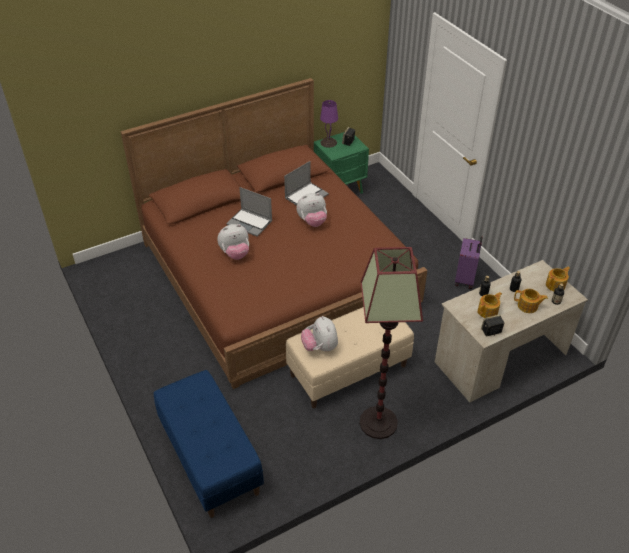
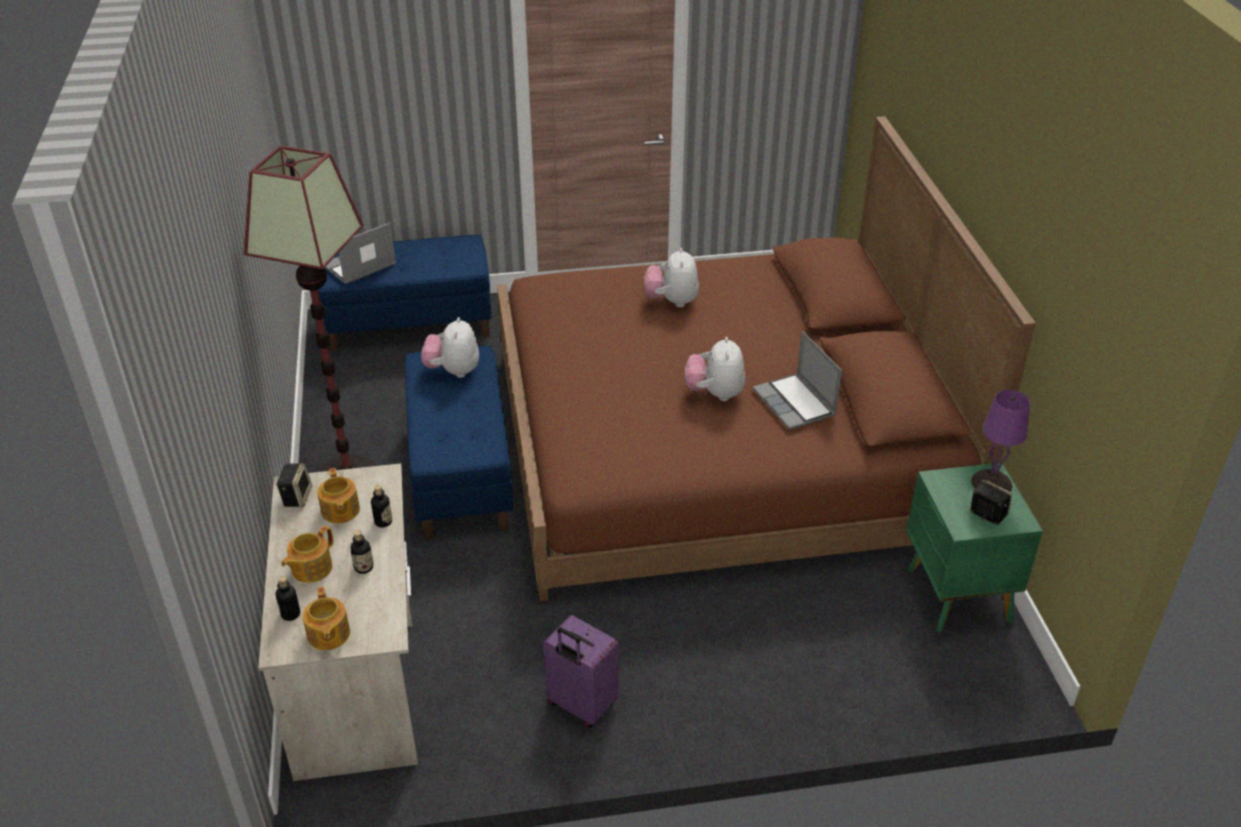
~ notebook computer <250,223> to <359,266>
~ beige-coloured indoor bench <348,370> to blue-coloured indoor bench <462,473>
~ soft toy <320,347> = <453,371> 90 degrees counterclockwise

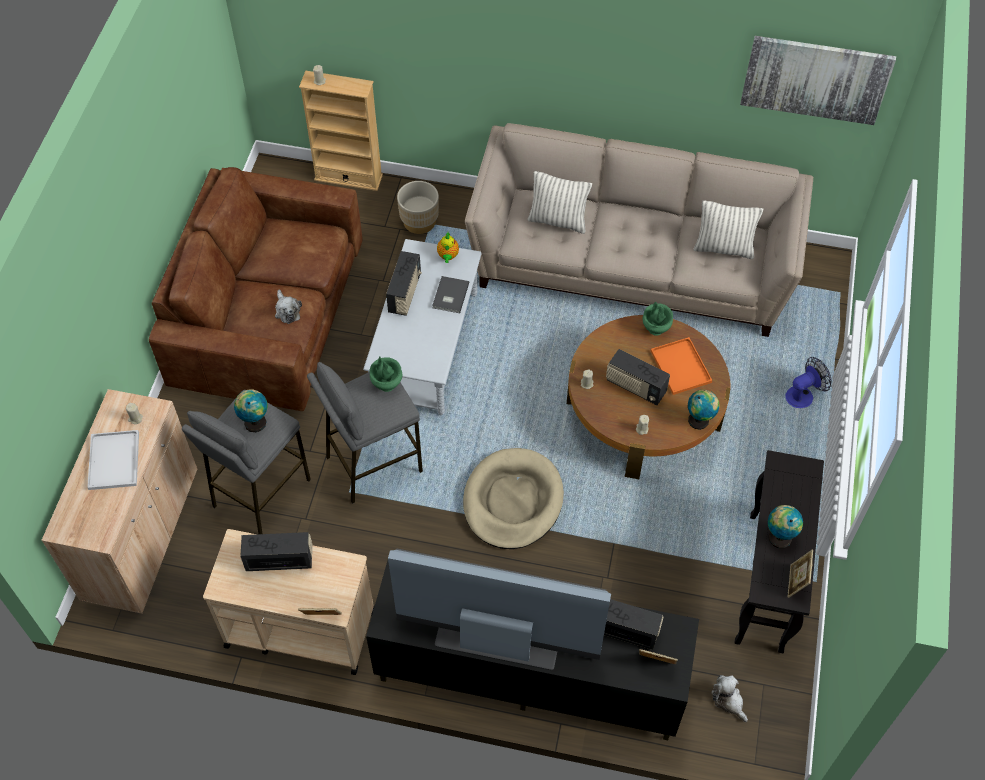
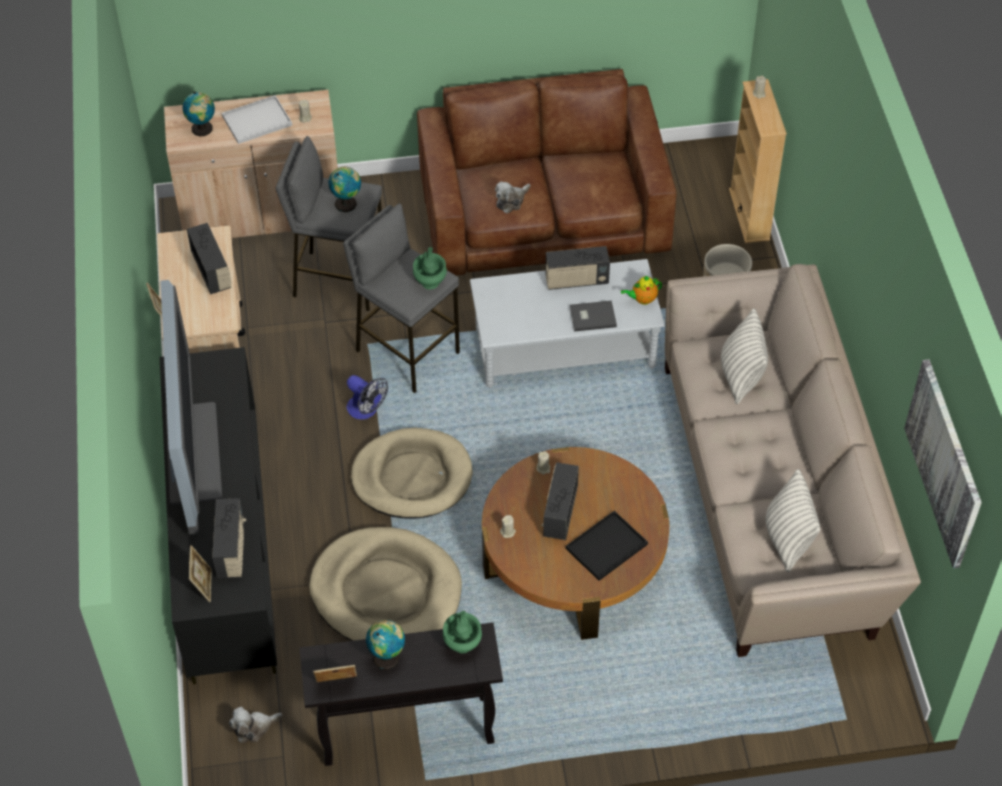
~ globe <700,420> to <202,129>
~ soft toy <728,700> = <254,728> 150 degrees counterclockwise
+ beige-coloured pet bed <386,592>
~ cooling fan <803,395> to <366,410>
~ green-coloured vase <655,329> to <462,644>
~ orange-coloured tray <682,367> to black-coloured tray <606,548>

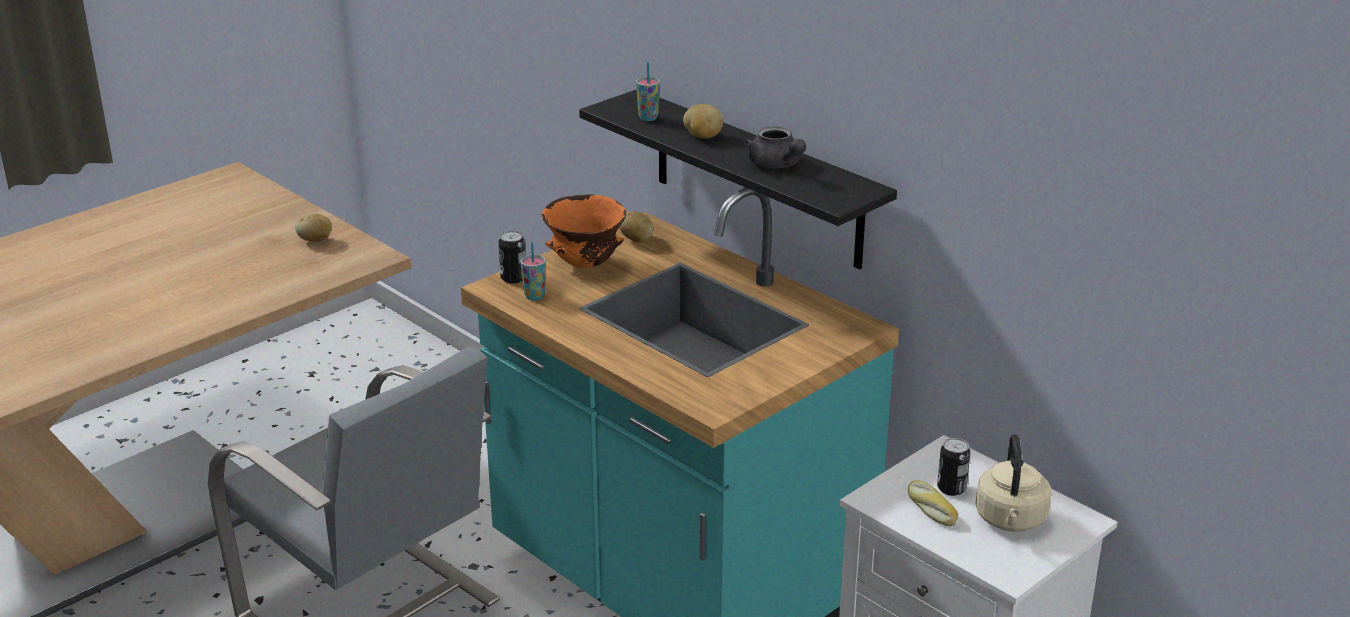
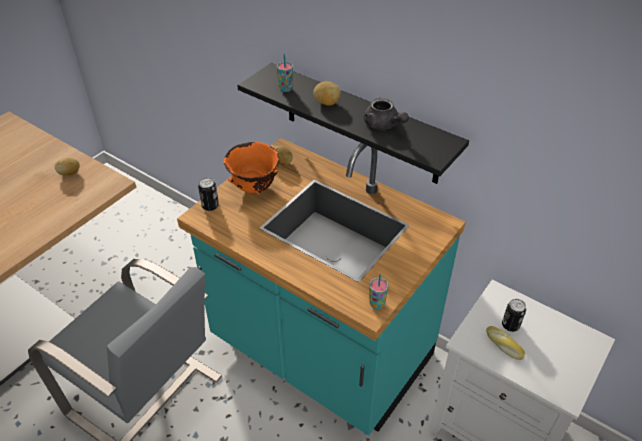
~ small cup <534,296> to <377,304>
- beige-coloured tea kettle <1010,520>

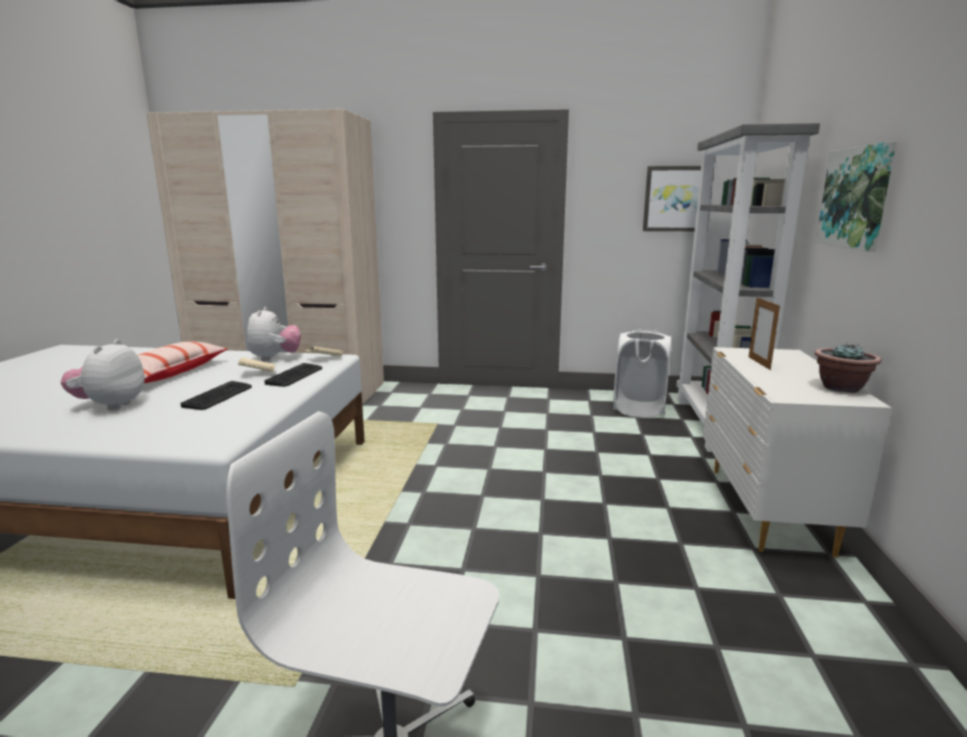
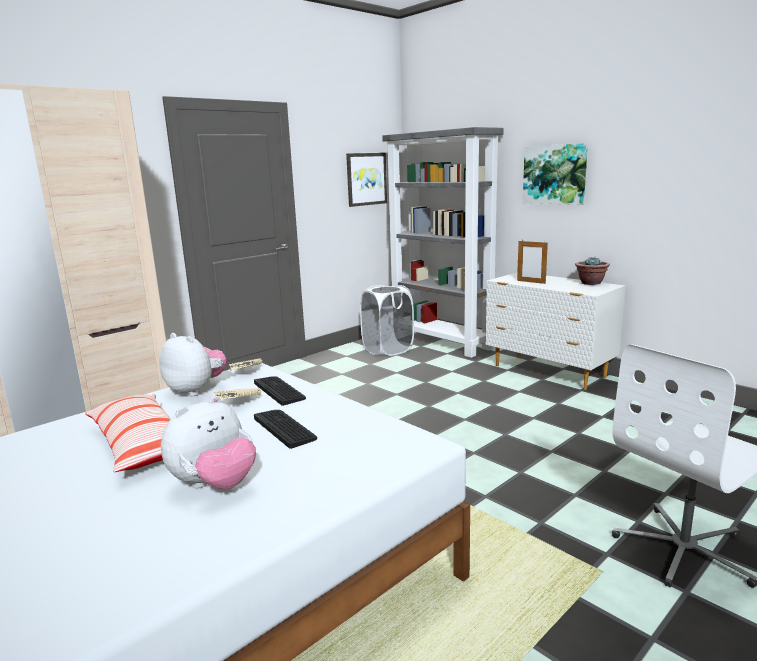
~ soft toy <110,406> = <214,485> 90 degrees counterclockwise

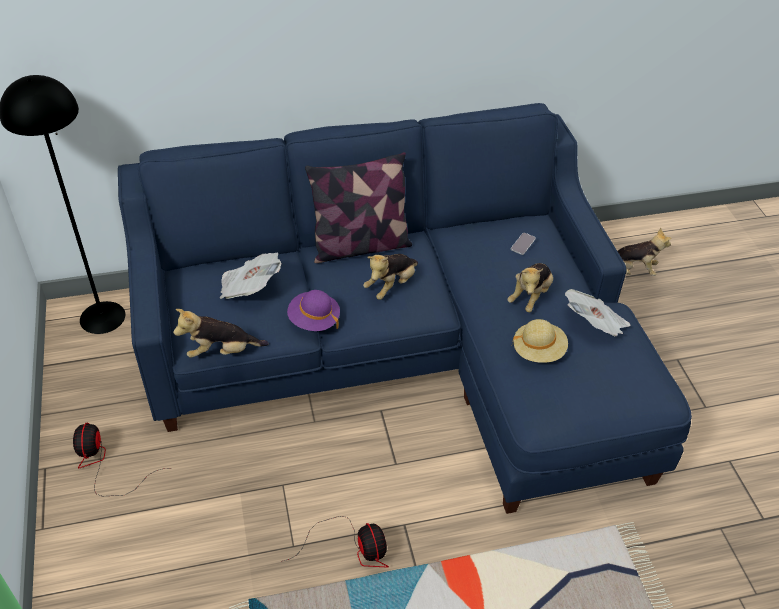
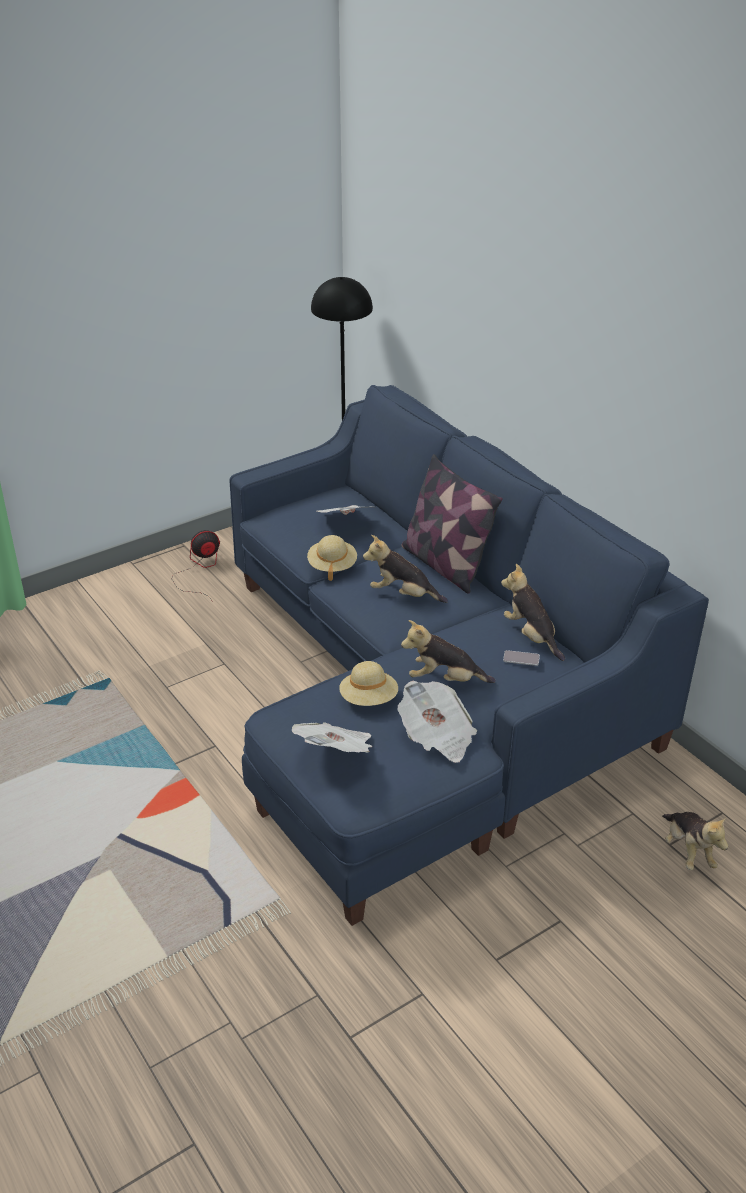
+ daily paper <336,753>
~ purple clothing hat <314,320> to beige-coloured clothing hat <332,566>
~ soft toy <221,351> to <531,636>
- cooling fan <353,548>

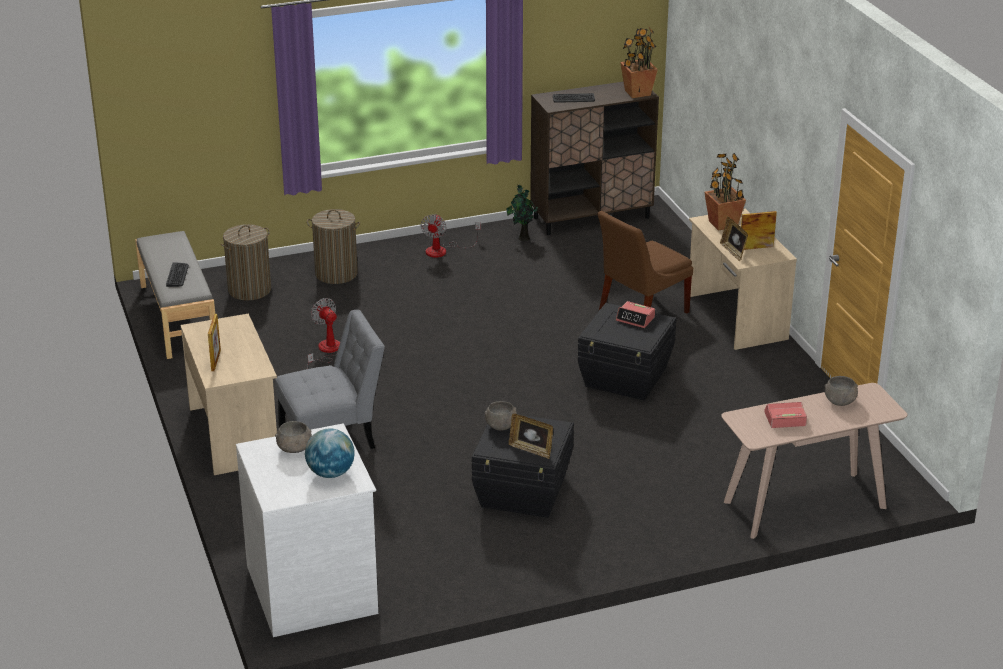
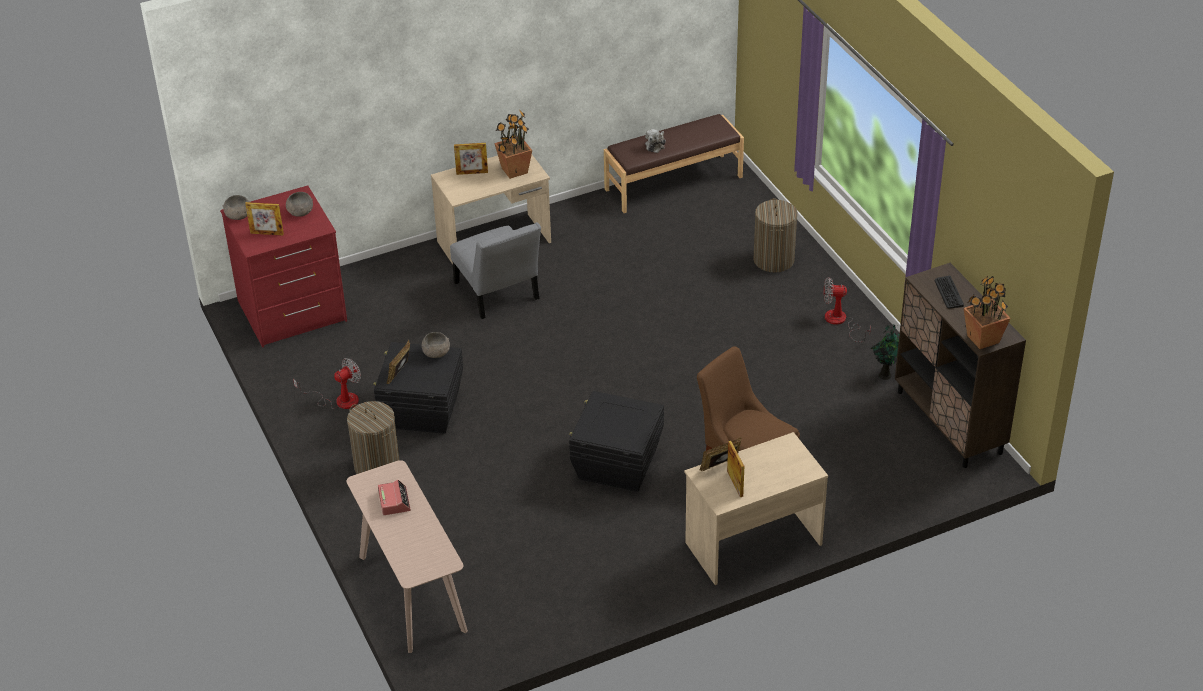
~ white-coloured drawer chest <314,589> to red drawer chest <292,312>
~ gray bowl <840,401> to <238,216>
~ globe <331,473> to picture frame <267,233>
~ cooling fan <326,351> to <339,400>
~ hamper <249,290> to <377,466>
~ potted plant <722,224> to <514,170>
~ gray indoor bench <177,317> to brown-coloured indoor bench <673,183>
~ PC keyboard <177,275> to soft toy <655,145>
- bedside clock <635,319>

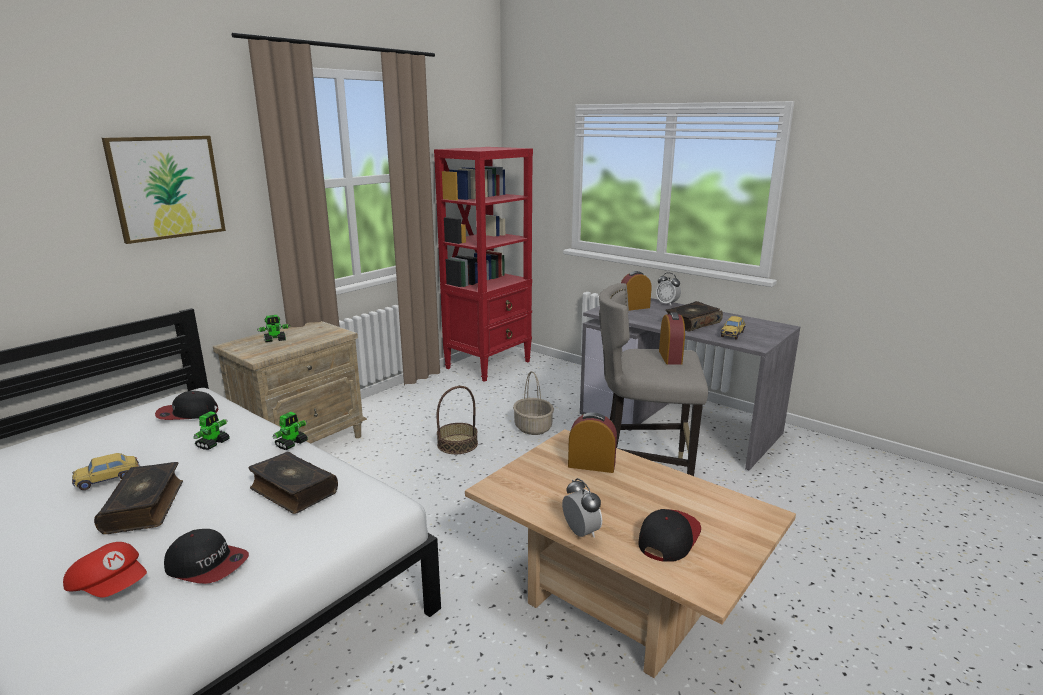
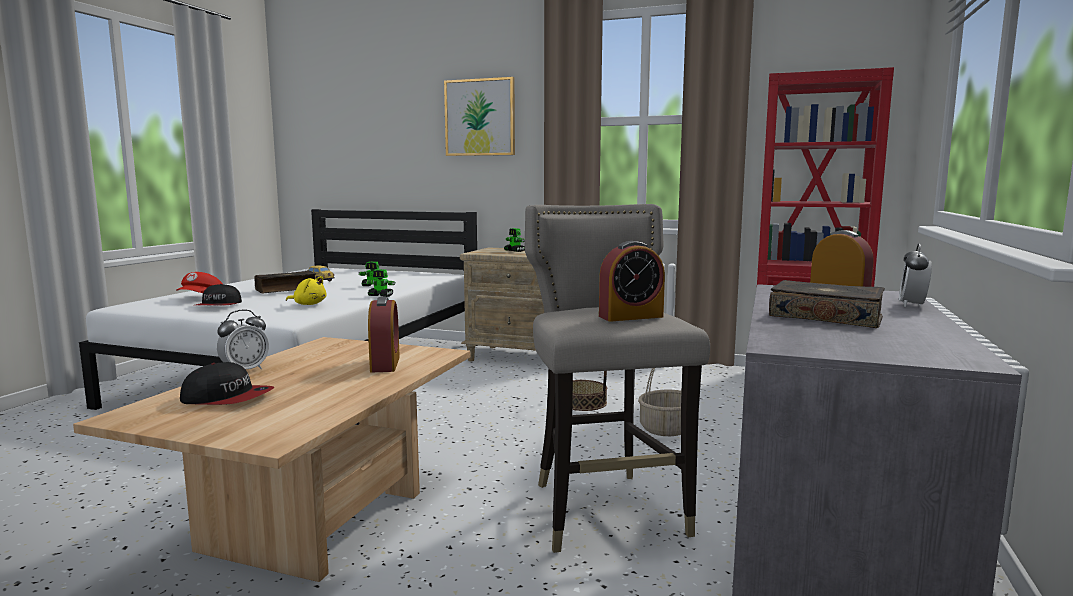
~ book <292,491> to yellow soft toy <308,304>
- peaked cap <187,413>
- toy car <732,334>

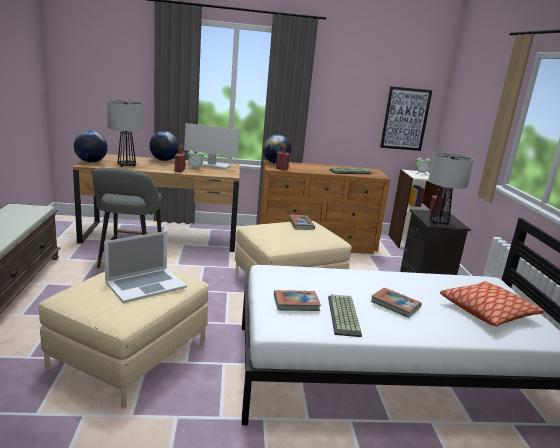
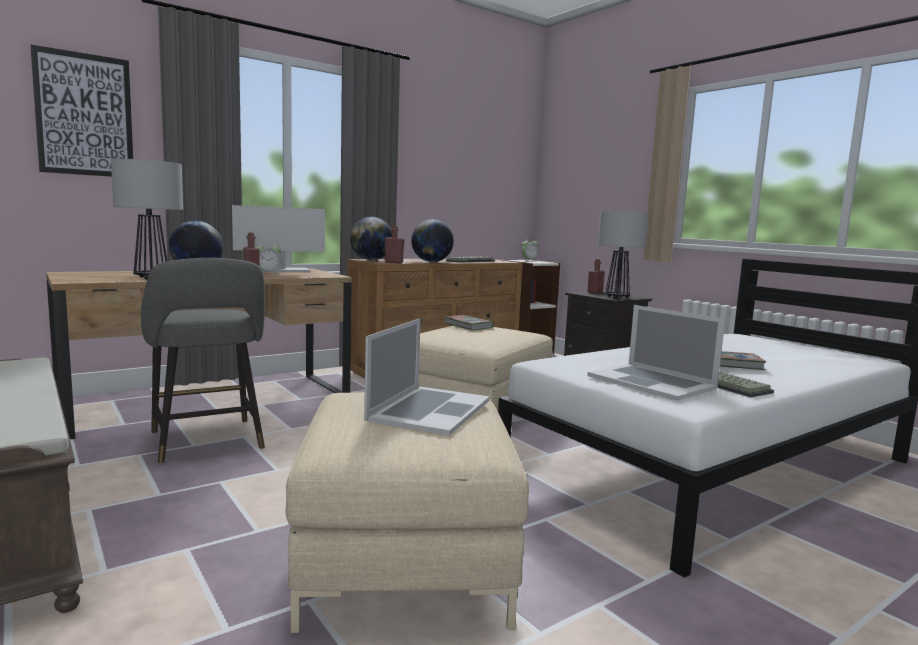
~ wall picture <405,119> to <84,115>
~ globe <91,162> to <431,262>
~ book <296,303> to notebook computer <651,382>
- cushion <487,312>

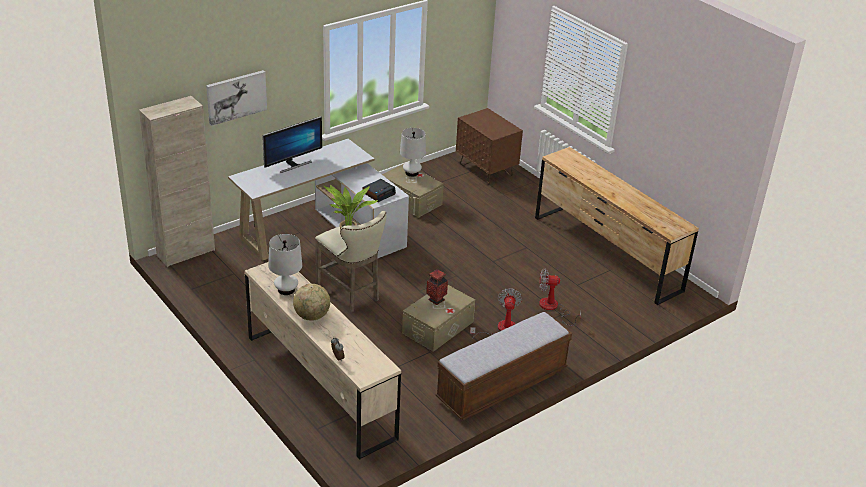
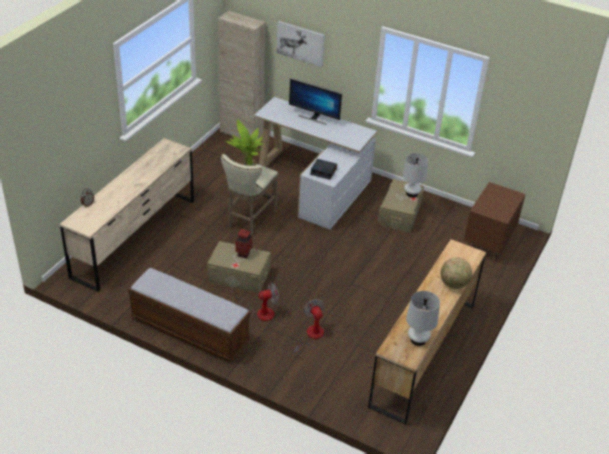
~ white-coloured lamp for a table <286,290> to <418,339>
~ globe <312,316> to <454,284>

